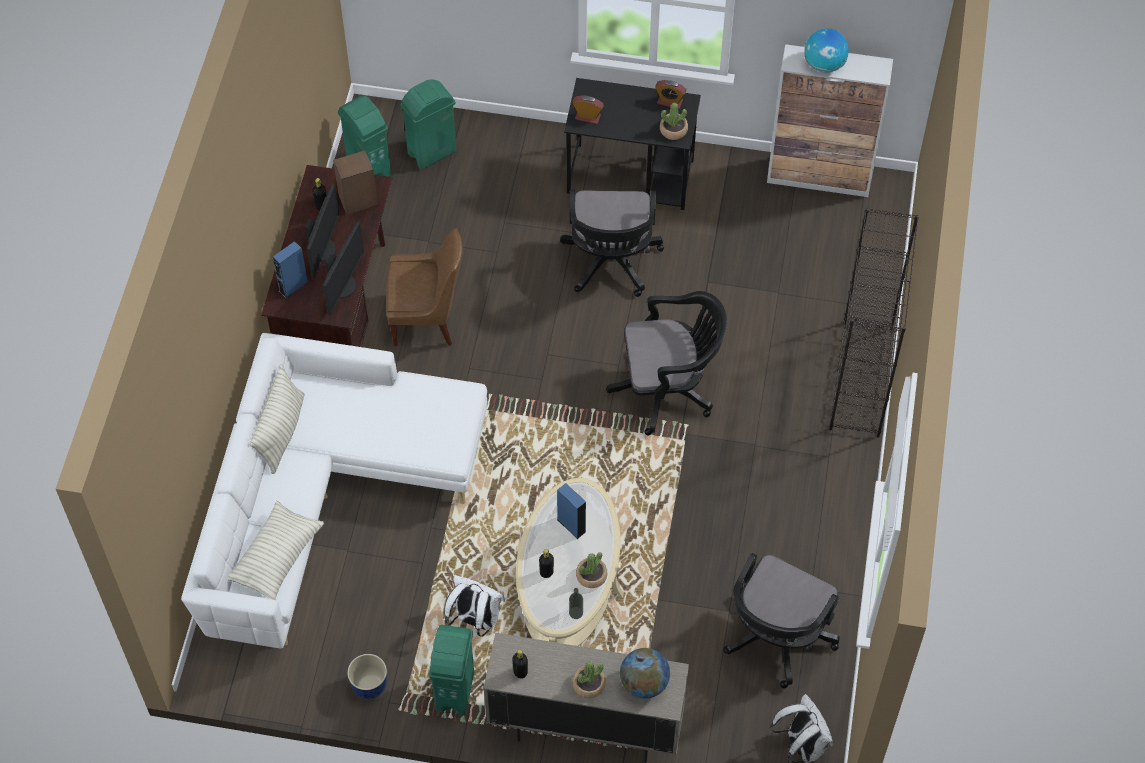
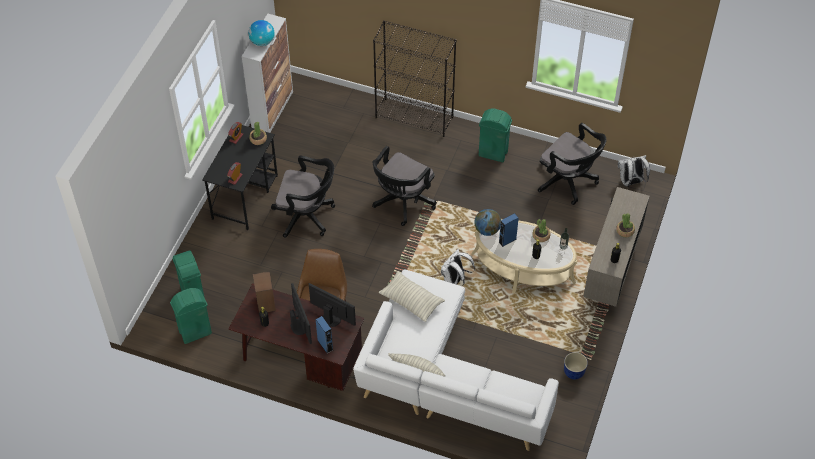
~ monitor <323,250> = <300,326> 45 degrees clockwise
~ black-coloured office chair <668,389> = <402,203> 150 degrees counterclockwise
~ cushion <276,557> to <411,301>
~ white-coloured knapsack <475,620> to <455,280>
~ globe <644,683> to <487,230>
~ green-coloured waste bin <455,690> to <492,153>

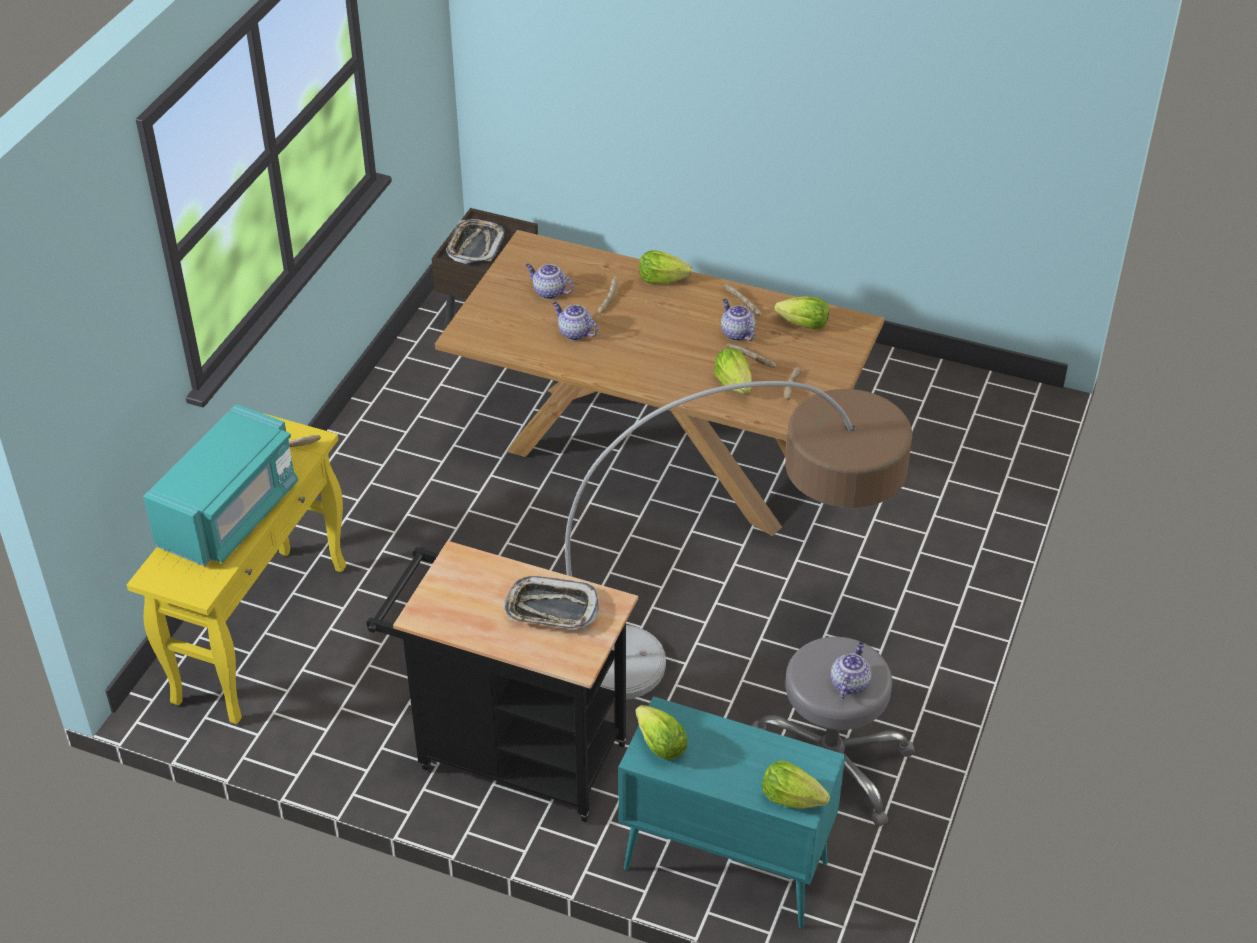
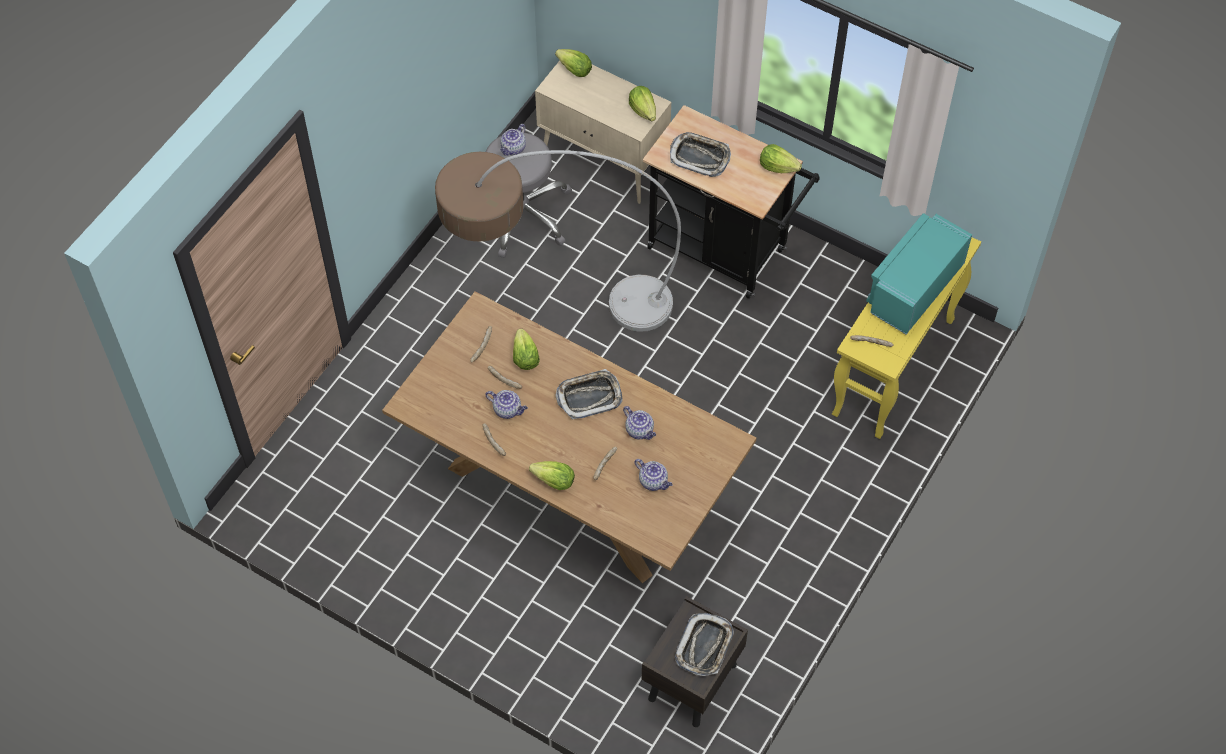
~ pot for tea <736,333> = <508,410> 45 degrees counterclockwise
~ turquoise storage cabinet <723,865> to beige-coloured storage cabinet <604,163>
+ tray <589,397>
~ lettuce head <803,325> to <777,167>

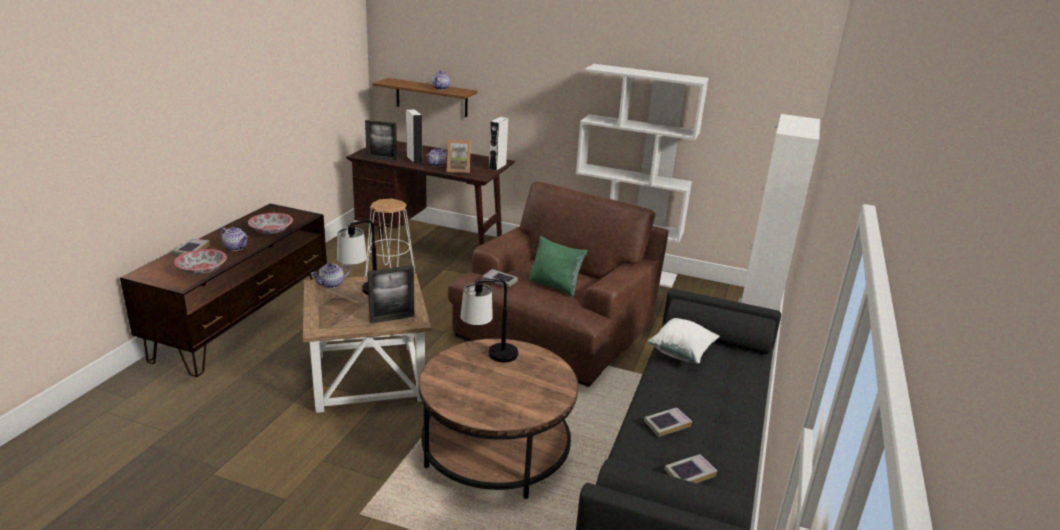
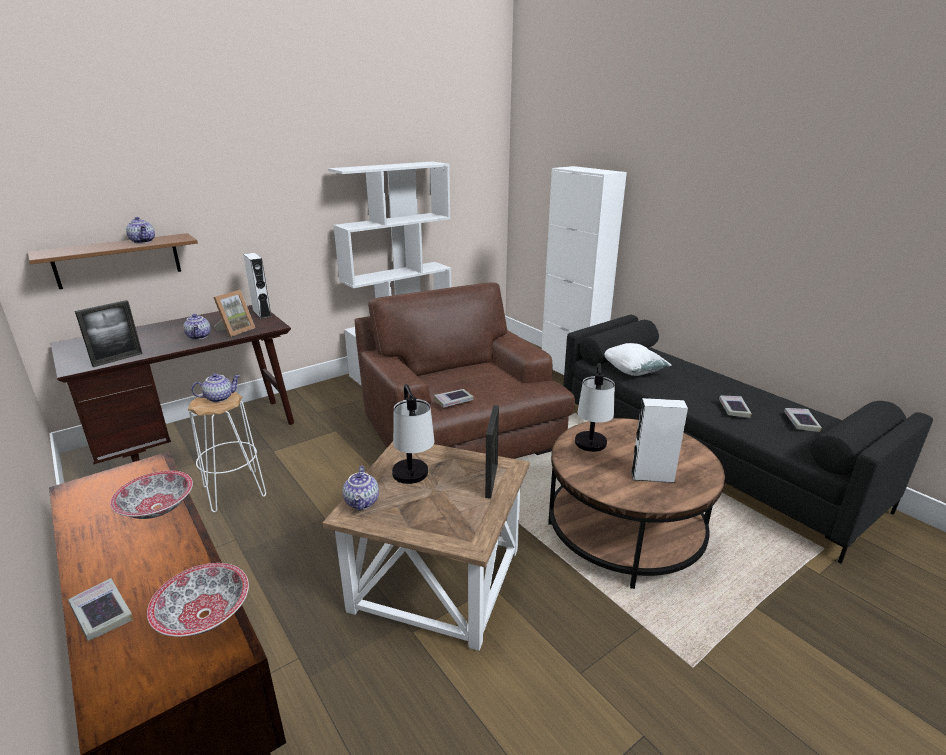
~ pot for tea <236,247> to <219,398>
~ white-coloured loudspeaker <414,159> to <652,476>
- green-coloured cushion <555,286>

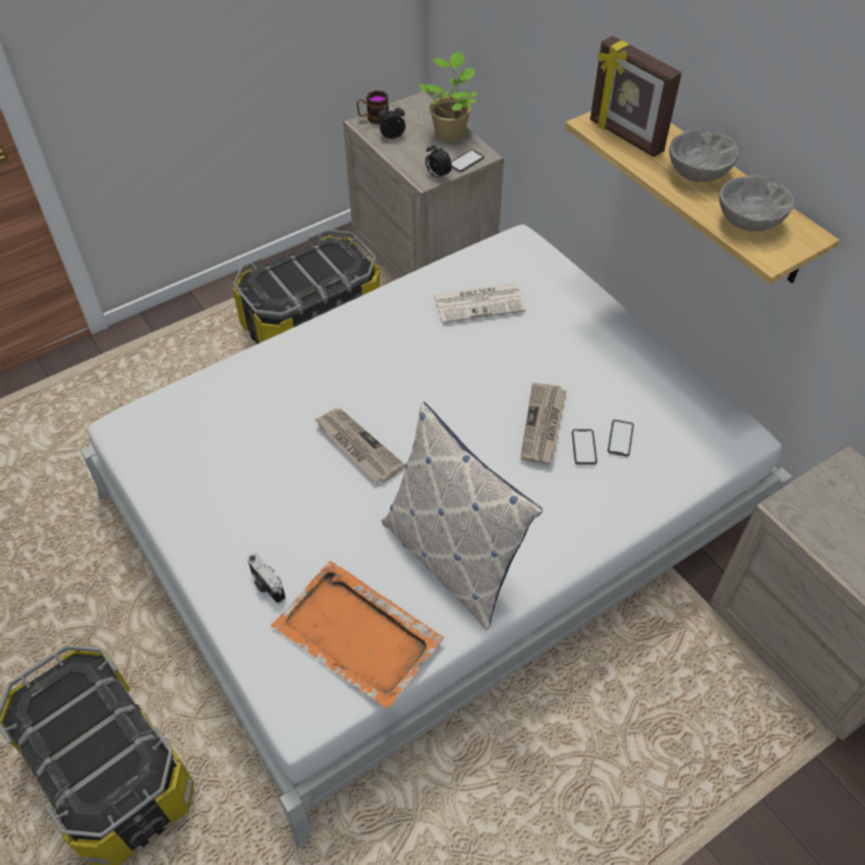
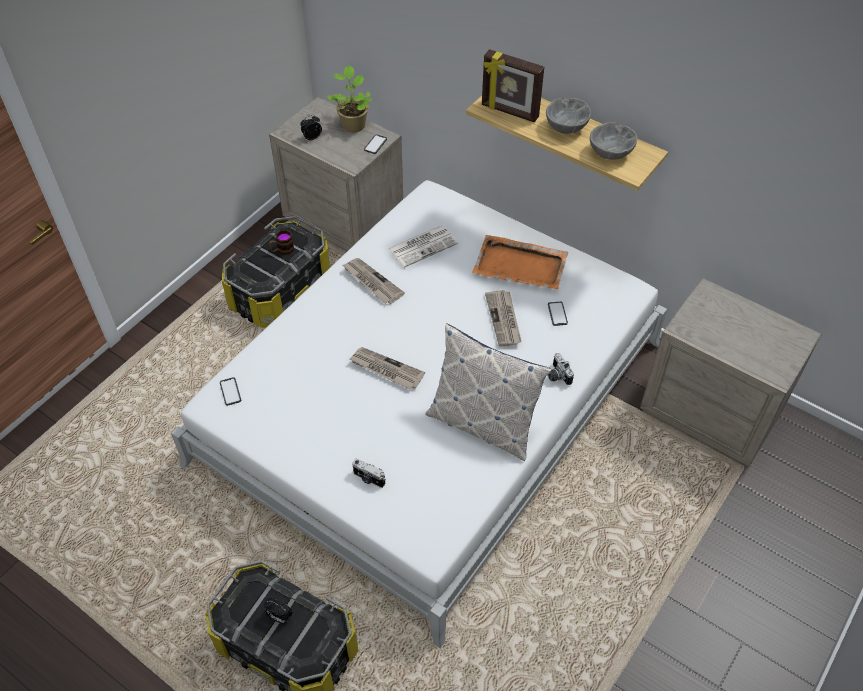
~ phone <584,447> to <230,391>
~ bedside clock <437,175> to <279,617>
~ mug <373,118> to <282,250>
+ daily paper <372,282>
~ orange-coloured tray <358,636> to <521,265>
+ photo camera <557,375>

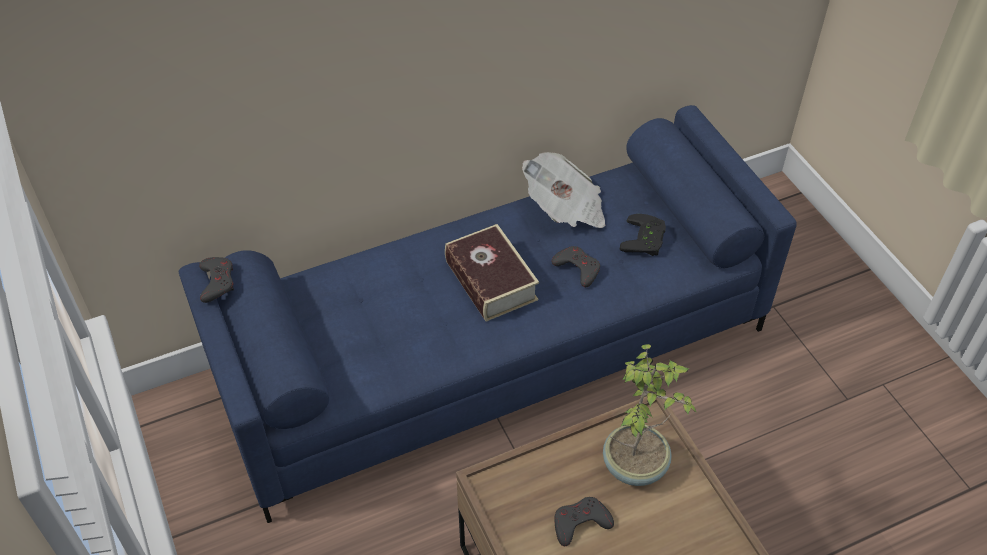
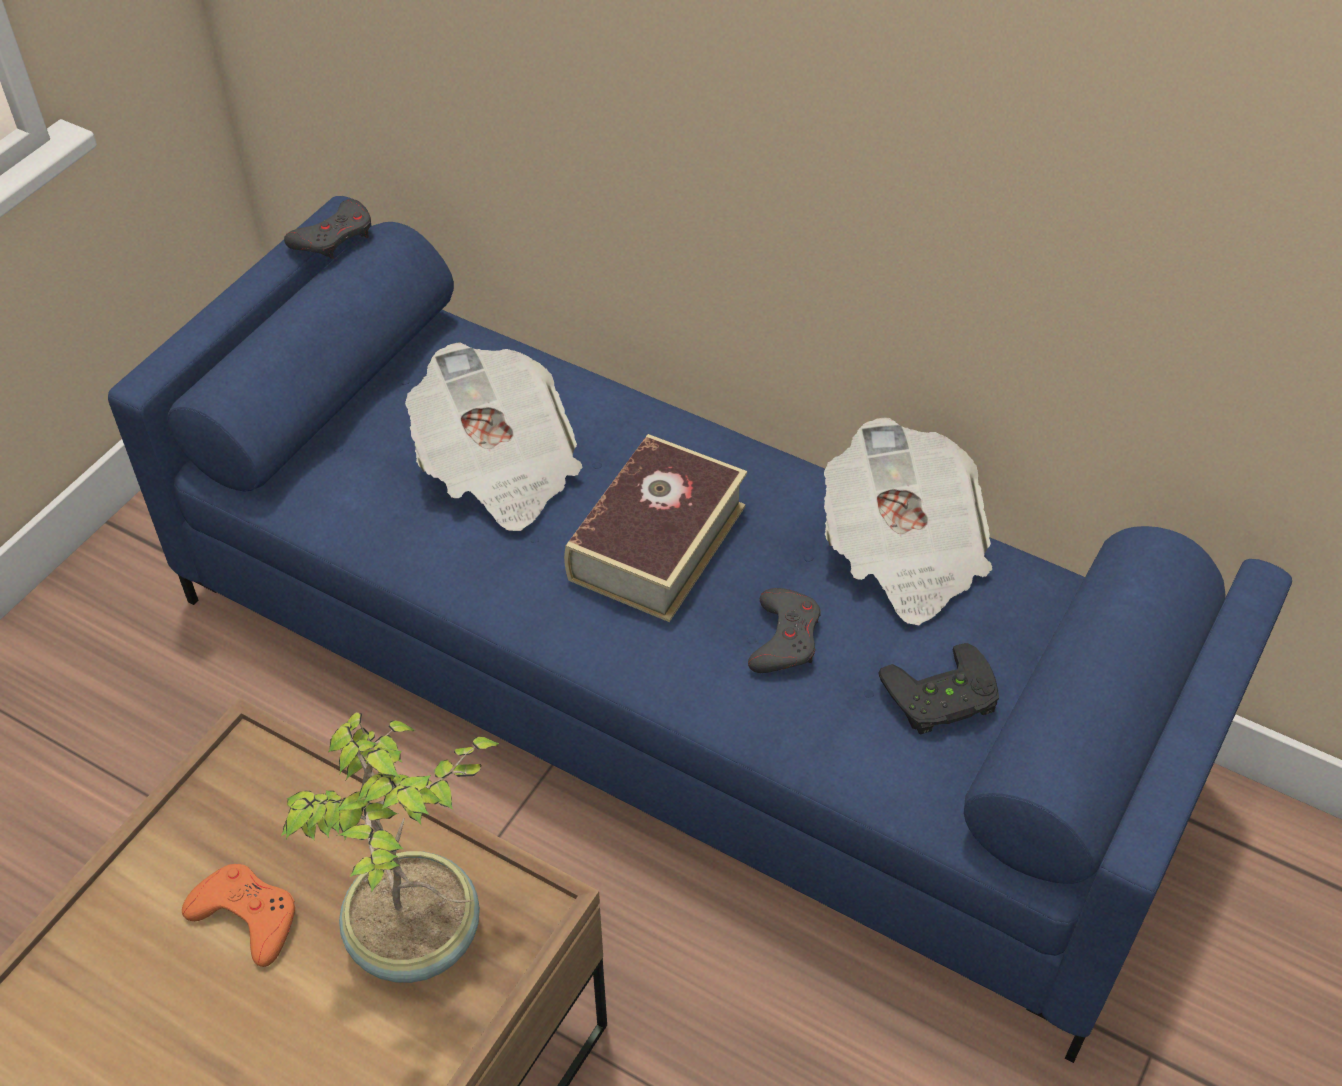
~ gray joypad <580,523> to orange-coloured joypad <246,916>
+ daily paper <498,468>

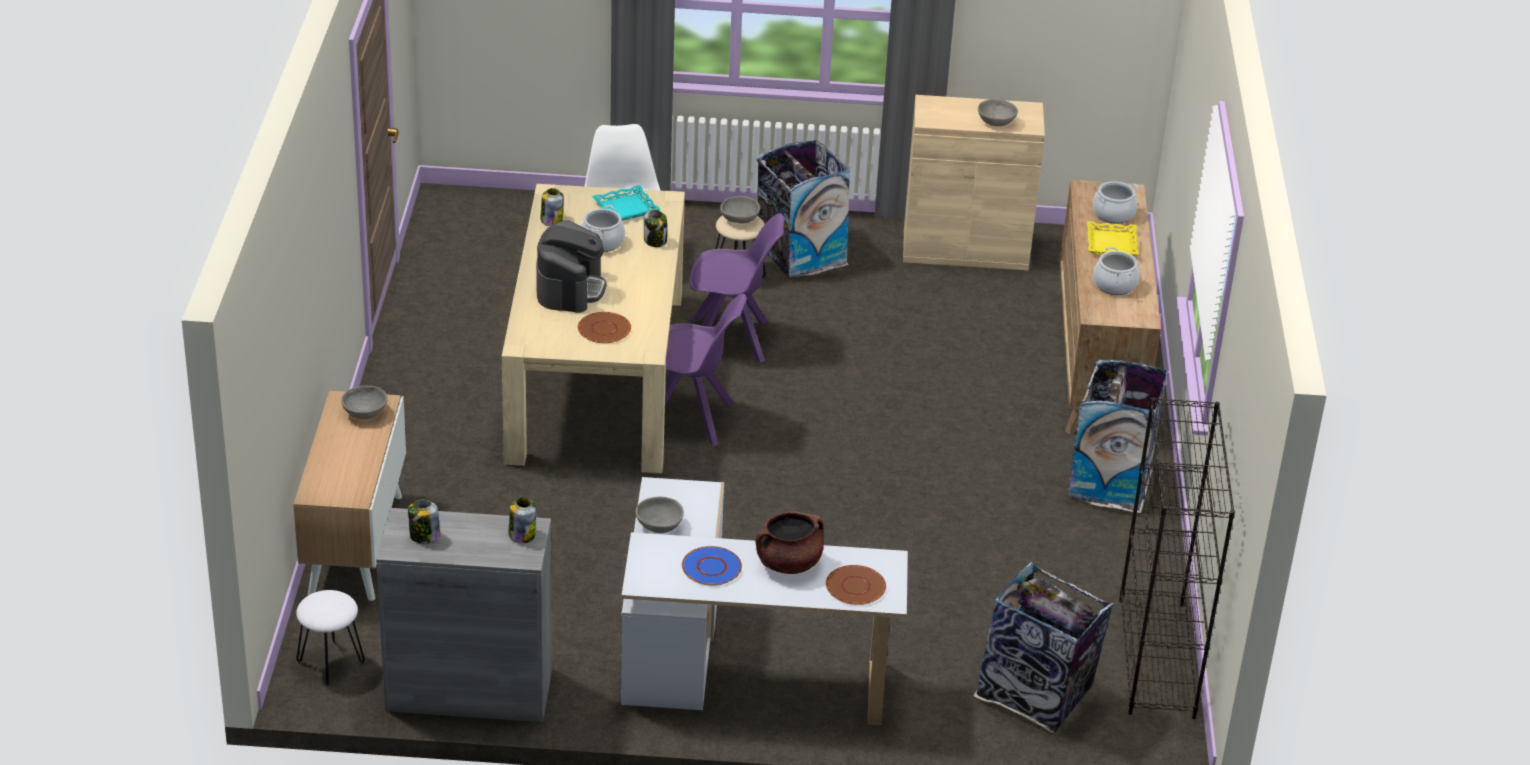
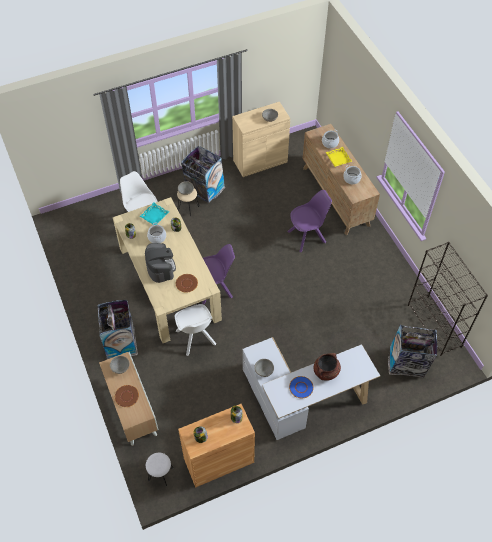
~ waste bin <1110,481> to <120,342>
~ brown-coloured dinner plate <855,587> to <126,396>
+ white-coloured plain chair <196,338>
~ gray storage cabinet <469,689> to brown-coloured storage cabinet <219,460>
~ purple plain chair <731,340> to <307,236>

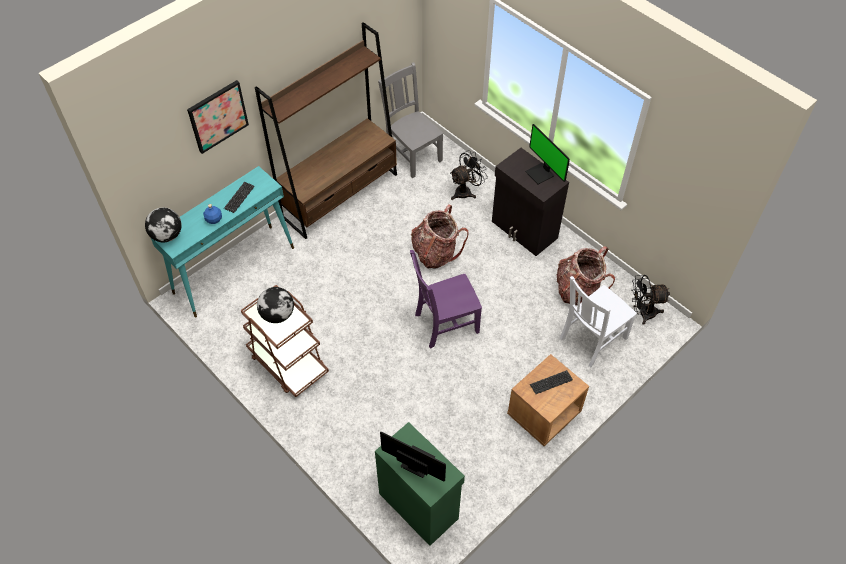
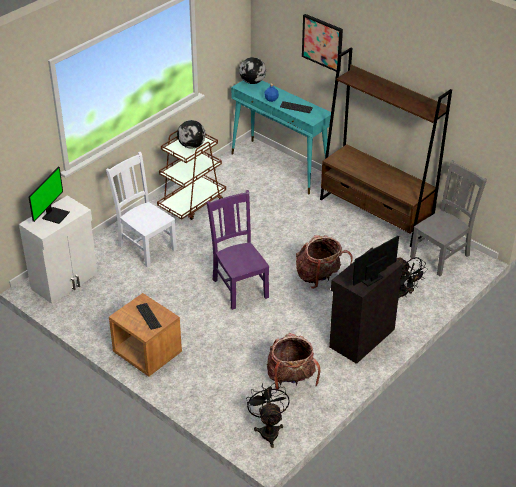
~ green-coloured storage cabinet <419,504> to white-coloured storage cabinet <65,281>
~ white-coloured plain chair <591,339> to <146,246>

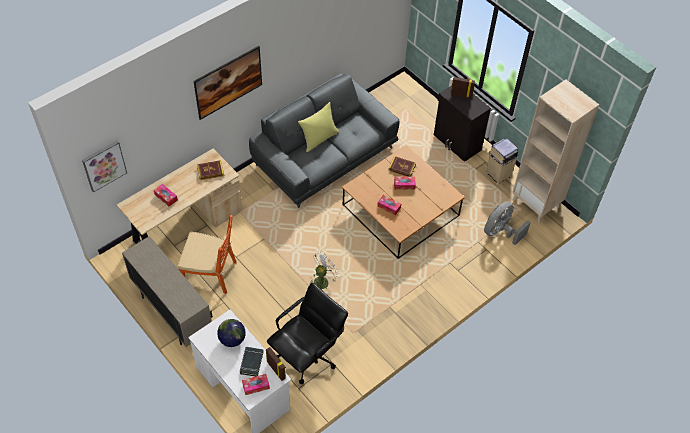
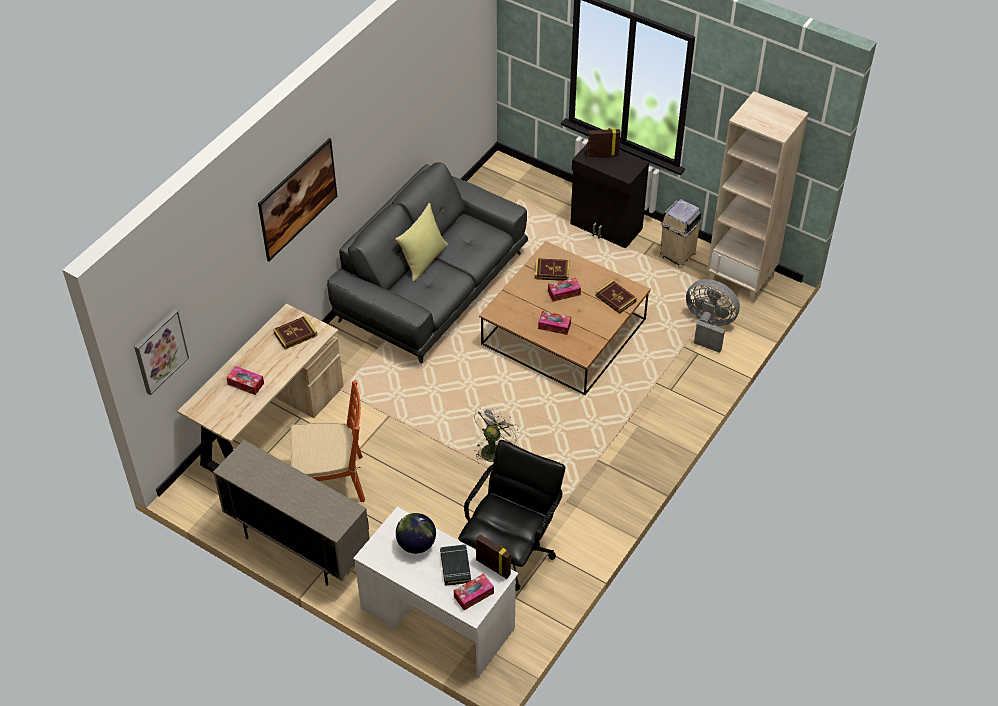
+ book <615,298>
~ gray cooling fan <500,232> = <708,327> 90 degrees clockwise

